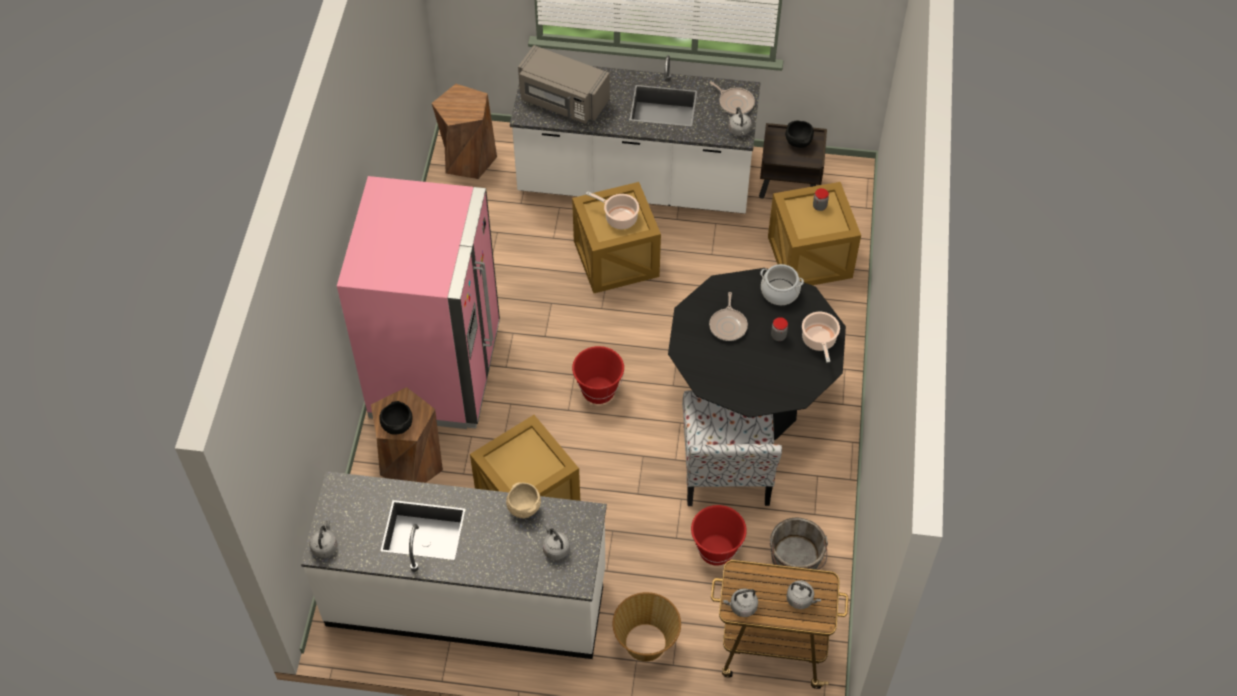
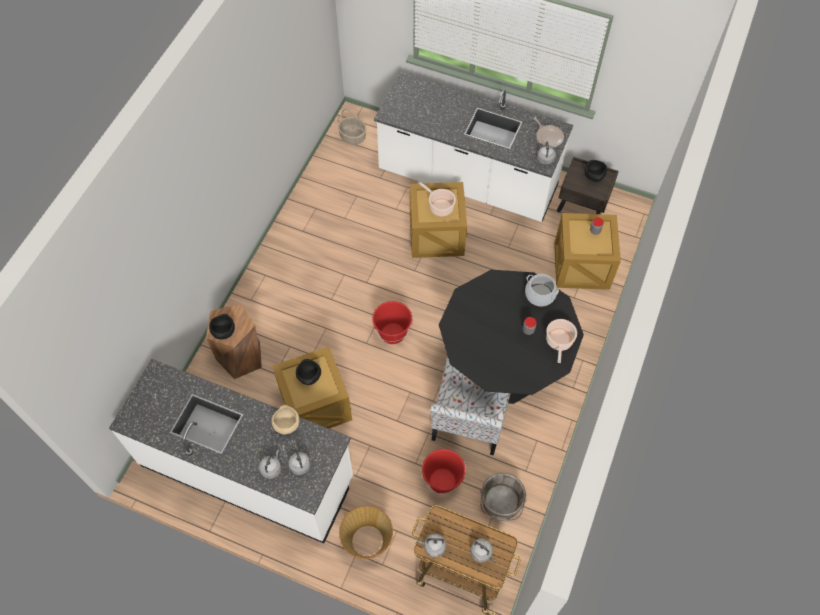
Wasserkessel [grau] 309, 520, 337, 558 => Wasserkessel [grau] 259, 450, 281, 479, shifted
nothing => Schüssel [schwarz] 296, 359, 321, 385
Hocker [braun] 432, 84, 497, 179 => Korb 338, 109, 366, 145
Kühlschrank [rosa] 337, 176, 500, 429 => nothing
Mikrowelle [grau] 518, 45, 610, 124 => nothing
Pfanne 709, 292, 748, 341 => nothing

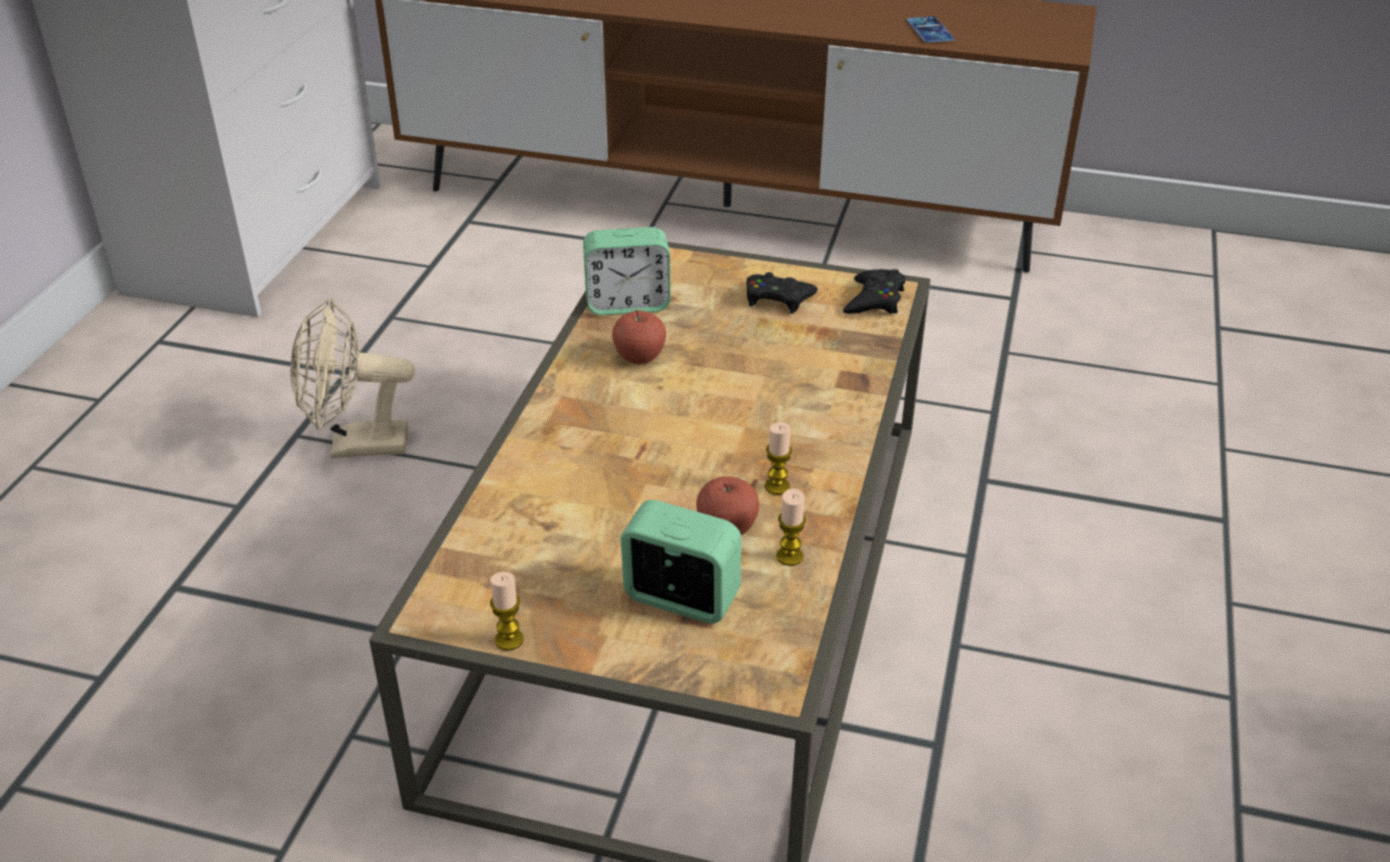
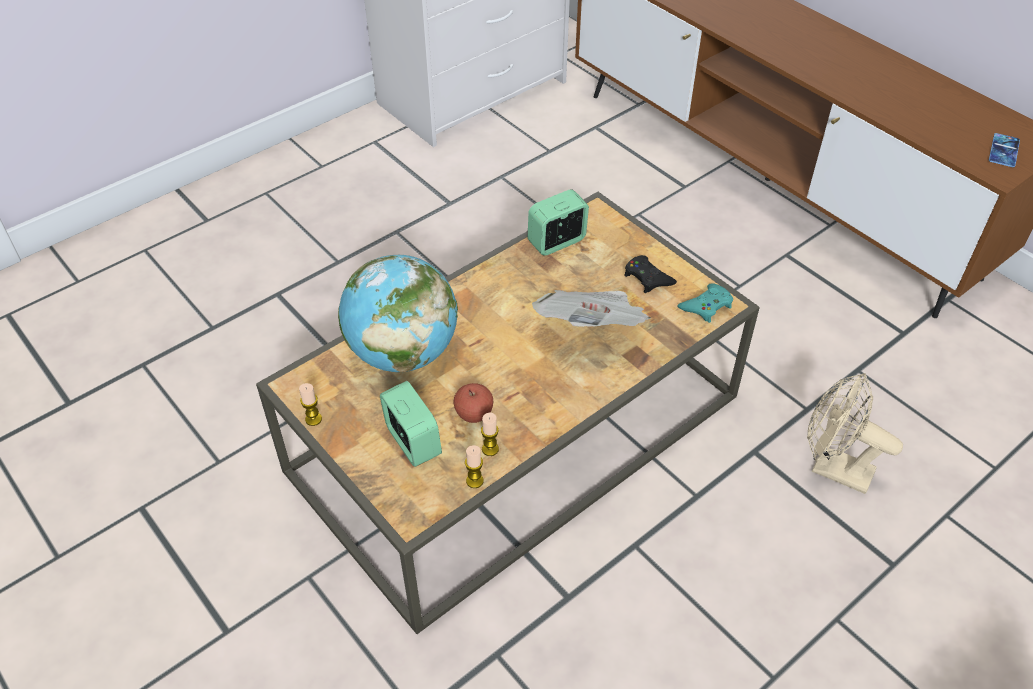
nothing => Globus 338, 255, 458, 372
Kerze 765, 422, 792, 495 => Kerze 465, 445, 484, 488, shifted
Wecker 583, 227, 671, 315 => Wecker 528, 189, 589, 256, 120 degrees clockwise
nothing => Zeitung 532, 290, 651, 327
Gamepad [schwarz] 843, 269, 906, 314 => Gamepad [türkis] 677, 283, 733, 323
Ventilator [beige] 290, 297, 415, 458 => Ventilator [beige] 807, 373, 903, 494, shifted
Handy 907, 16, 954, 43 => Handy 989, 133, 1020, 167, shifted
Apfel 612, 310, 666, 364 => nothing

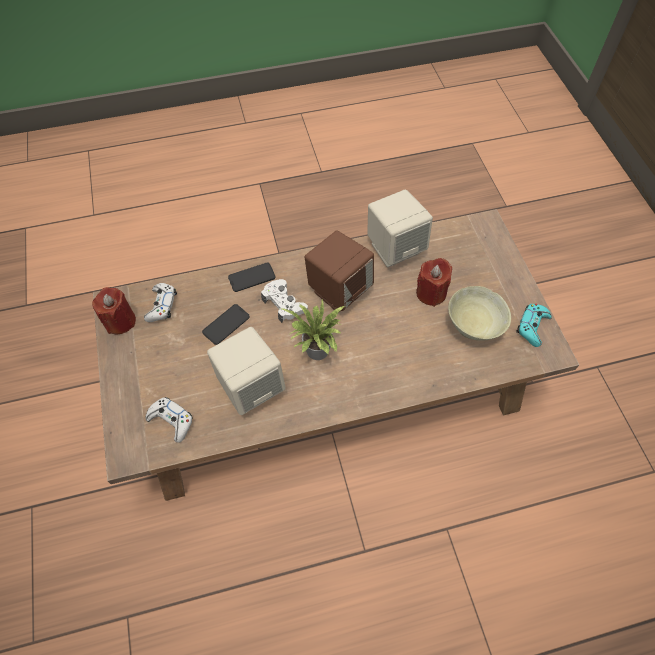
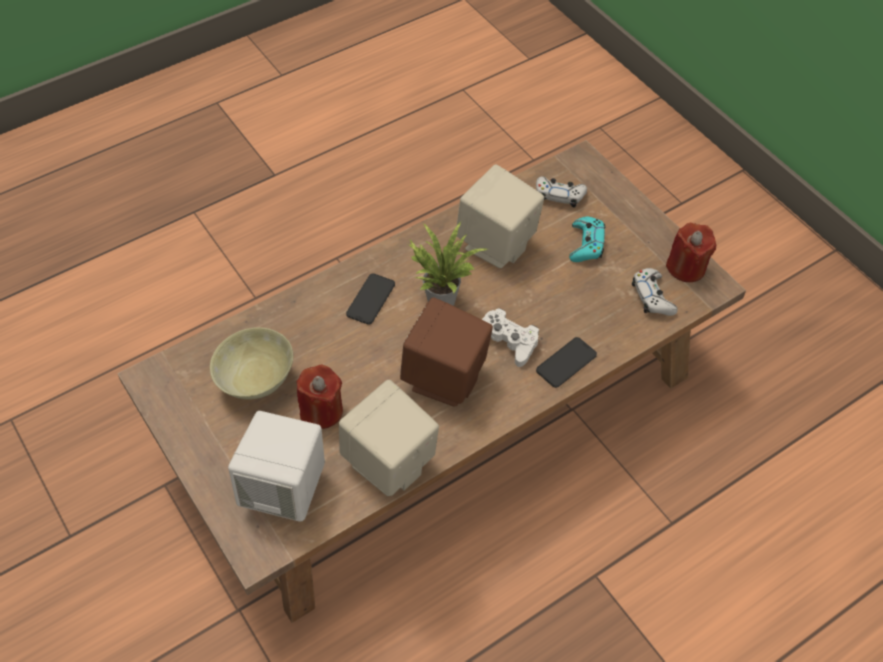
nothing => Lautsprecher [weiß] 228, 411, 325, 522
Handy 202, 304, 250, 345 => Handy 346, 273, 395, 325, shifted
Gamepad [türkis] 516, 304, 552, 347 => Gamepad [türkis] 569, 217, 605, 262, shifted

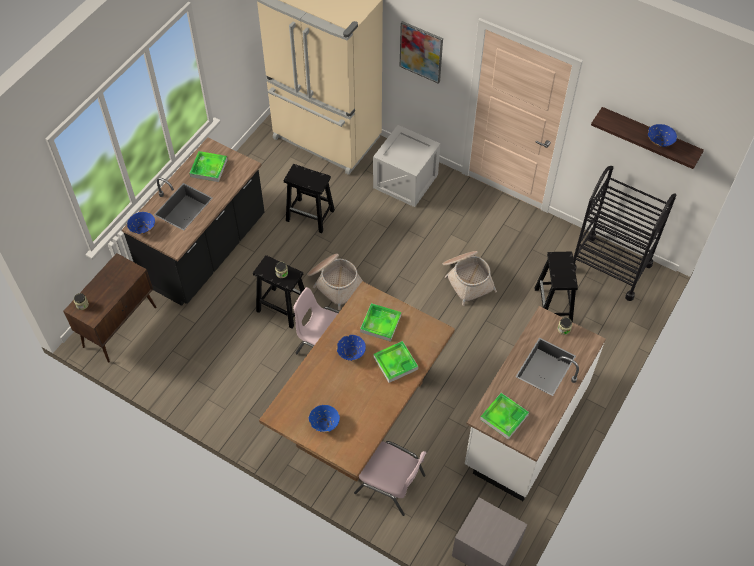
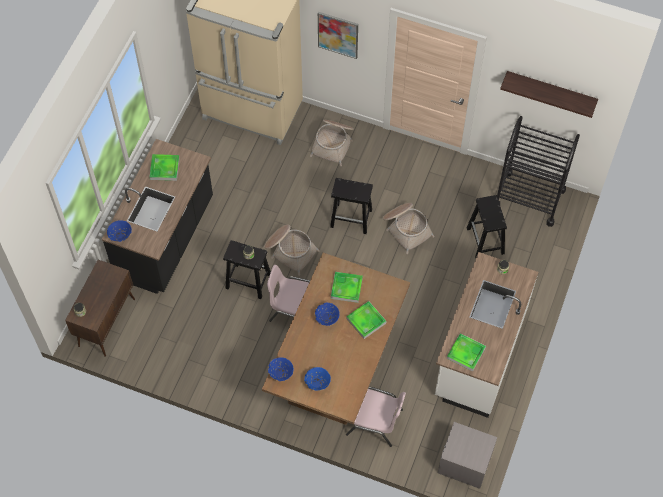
Schüssel [blau] 648, 124, 677, 147 => Schüssel [blau] 268, 357, 294, 381, shifted
Kiste 373, 125, 441, 207 => Korb 310, 120, 354, 166
Hocker [schwarz] 284, 164, 335, 233 => Hocker [schwarz] 330, 178, 373, 234, shifted

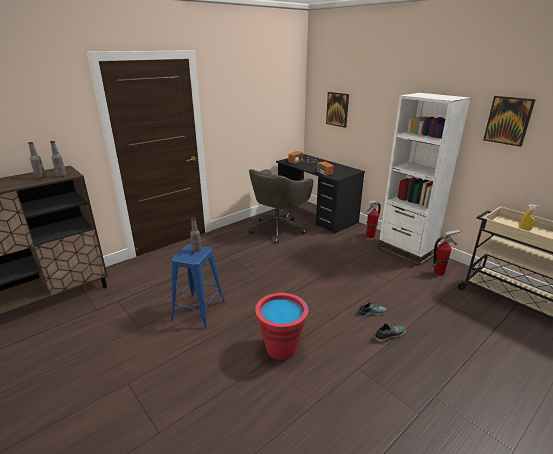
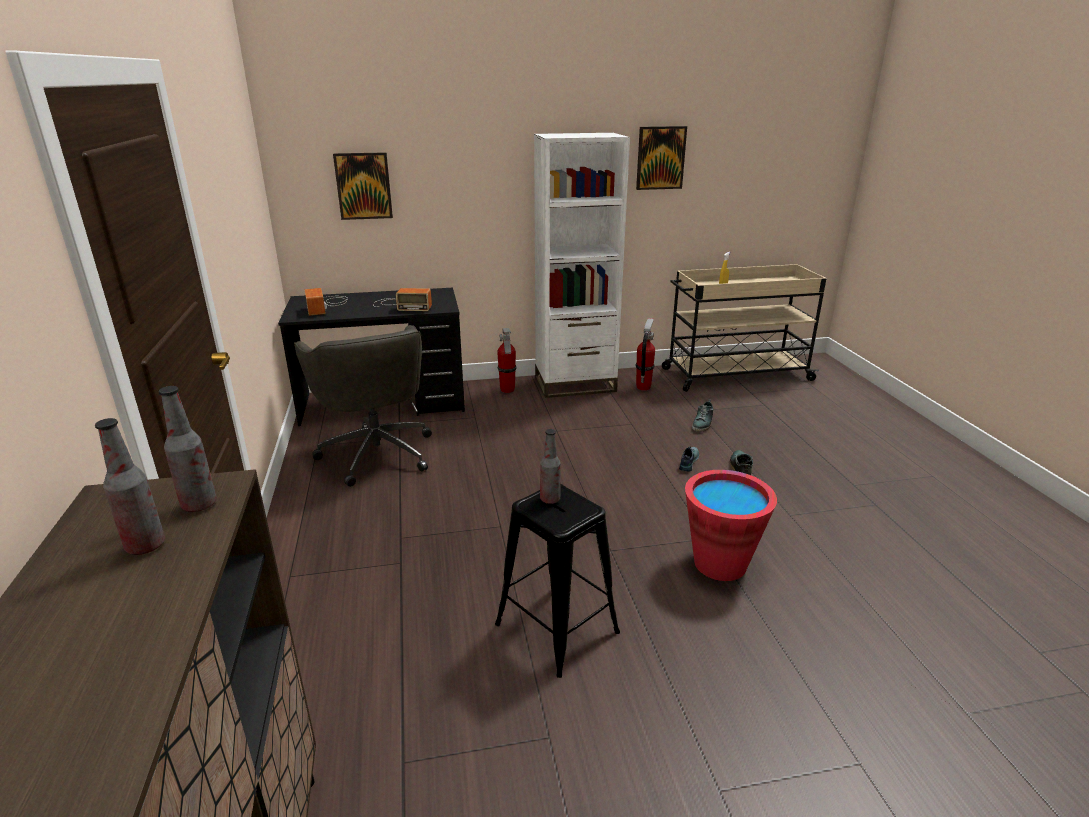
Hocker [blau] 171, 244, 225, 329 => Hocker [schwarz] 495, 484, 620, 678
nothing => Schuh 692, 399, 713, 432

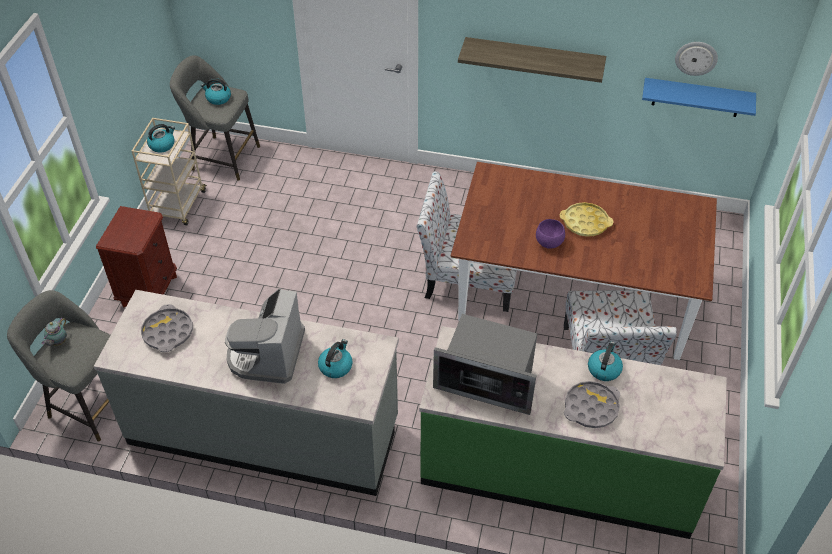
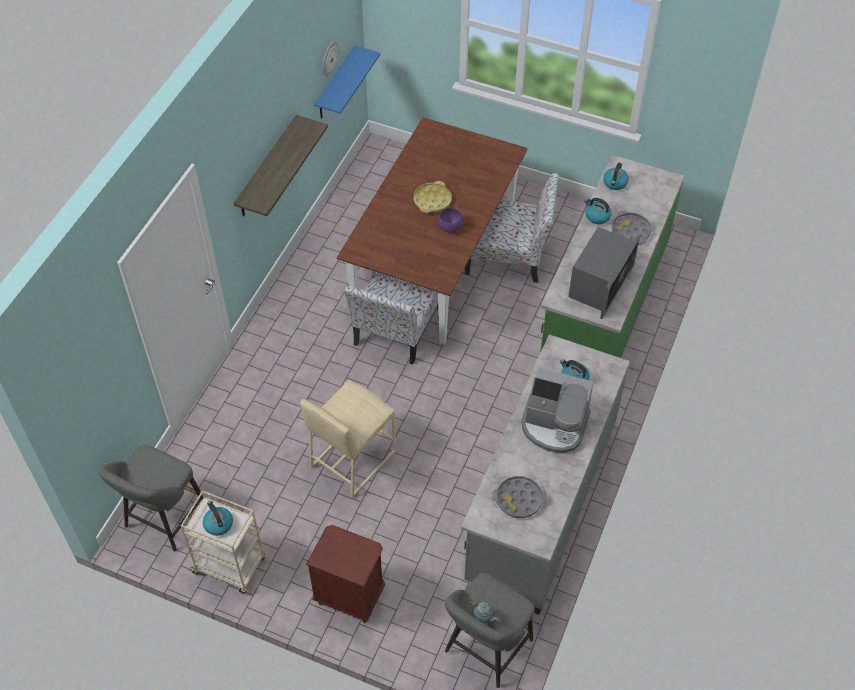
nothing => Hocker [beige] 300, 380, 396, 498
Wasserkessel 201, 78, 231, 105 => Wasserkessel 603, 163, 629, 190, shifted

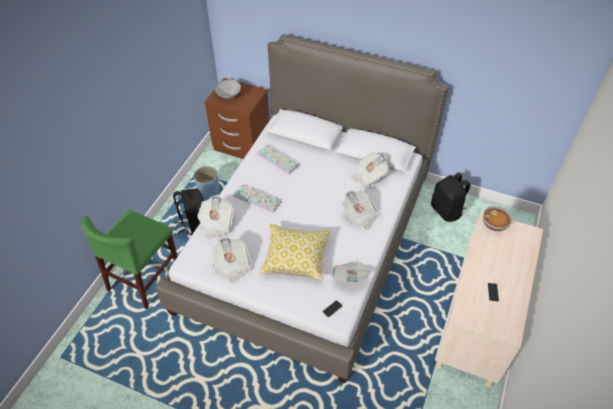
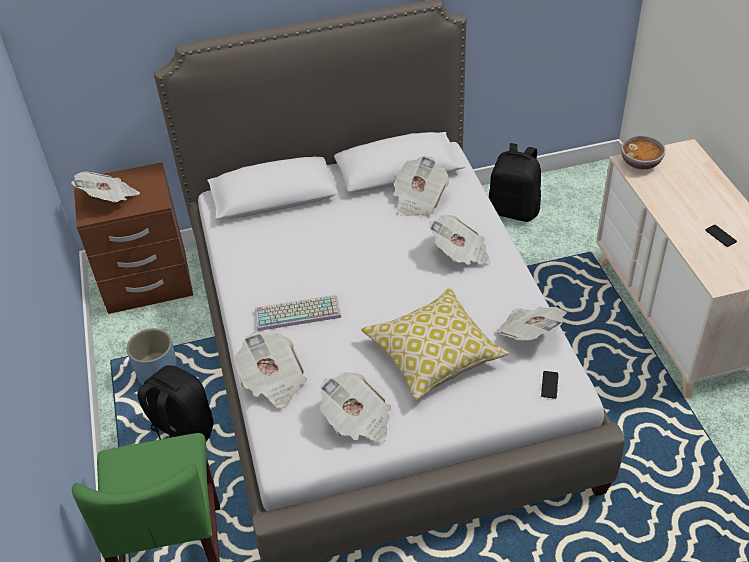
Schüssel [grau] 215, 80, 241, 99 => Zeitung 71, 171, 140, 202
Tastatur 257, 145, 299, 174 => nothing

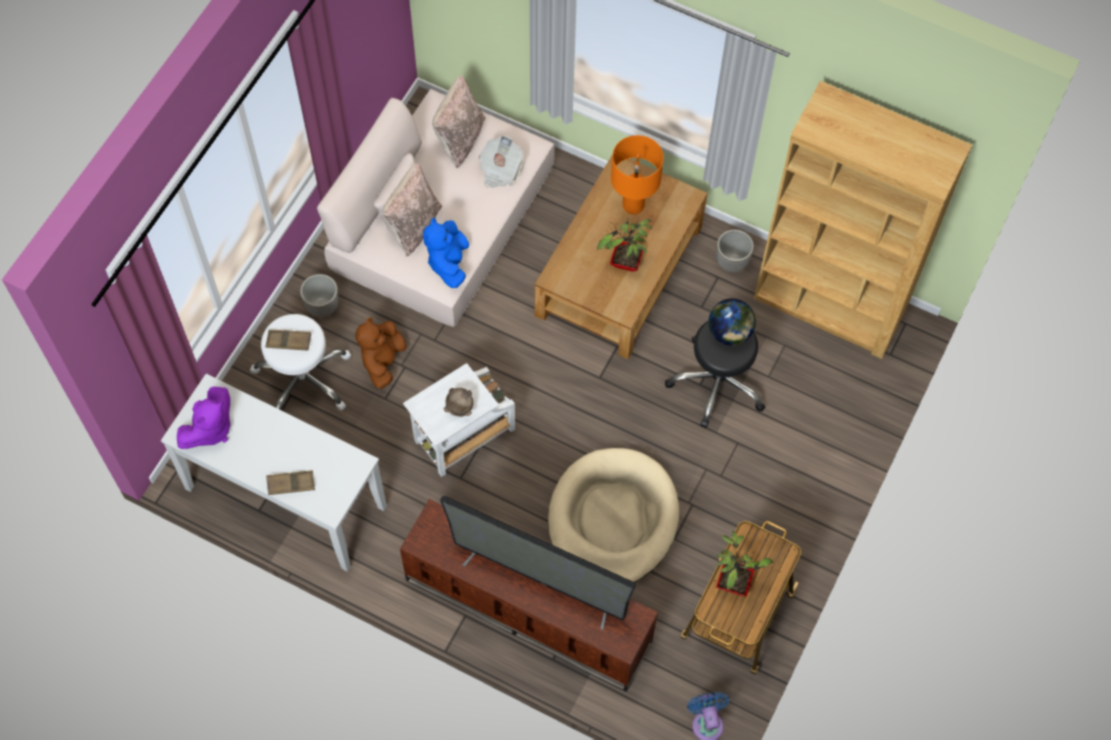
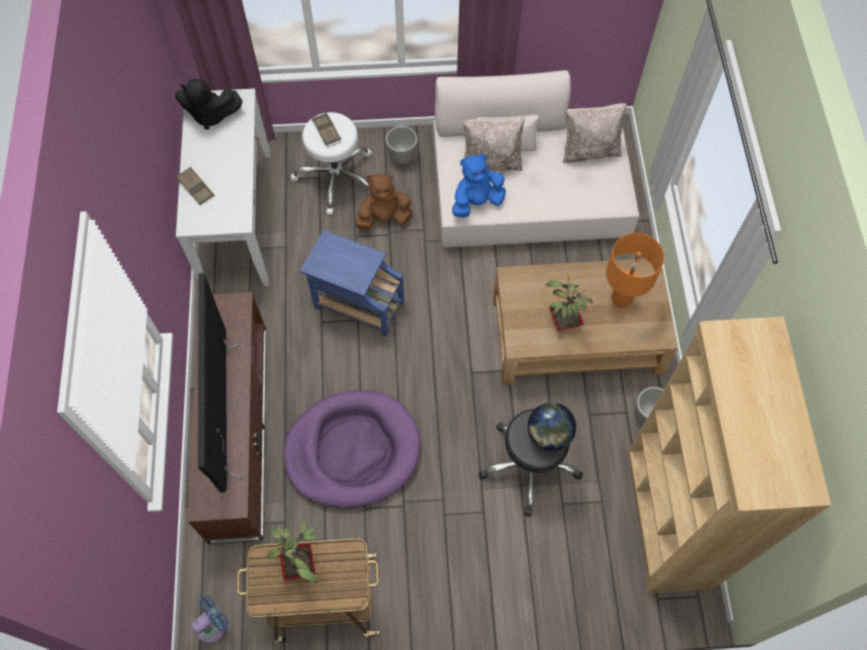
Plüschtier [lila] 177, 386, 230, 449 => Plüschtier [schwarz] 175, 79, 243, 130
Hundebett [beige] 548, 448, 679, 582 => Hundebett [lila] 284, 390, 420, 509
Beistelltisch [weiß] 403, 363, 515, 477 => Beistelltisch [blau] 300, 230, 404, 337
Schüssel [braun] 444, 388, 473, 417 => nothing
Zeitung 479, 135, 524, 188 => nothing

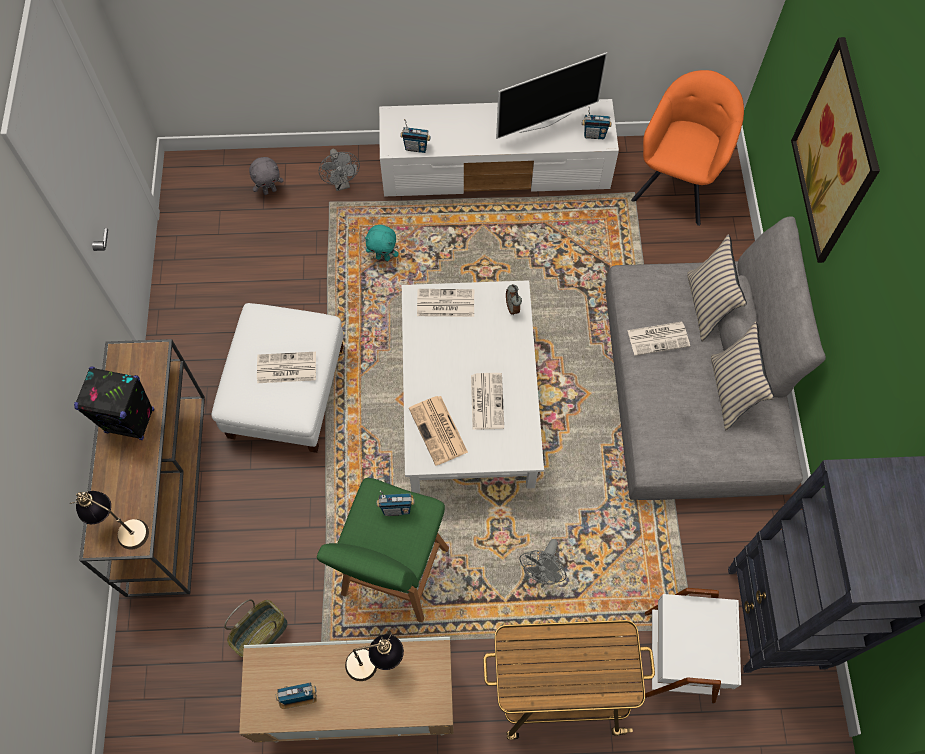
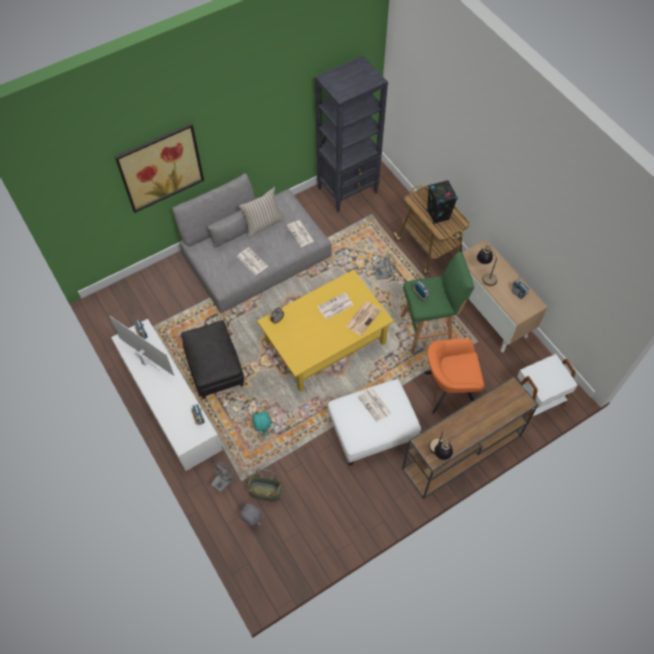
nothing => Polsterhocker [schwarz] 181, 320, 244, 399
Korb 224, 599, 288, 657 => Korb 247, 469, 281, 502, shifted
Couchtisch [weiß] 402, 280, 544, 493 => Couchtisch [gelb] 257, 269, 394, 392
Zeitung 417, 289, 474, 317 => Zeitung 287, 220, 314, 247, shifted
Sessel [orange] 631, 70, 744, 226 => Sessel [orange] 424, 338, 484, 414, shifted
Lautsprecher [schwarz] 74, 366, 154, 440 => Lautsprecher [schwarz] 427, 180, 458, 224, shifted
Tischlampe 70, 491, 149, 550 => Tischlampe 429, 430, 453, 460, shifted
Beistelltisch [weiß] 645, 588, 741, 704 => Beistelltisch [weiß] 517, 354, 578, 425, shifted
Kissen [beige] 687, 234, 747, 342 => nothing

